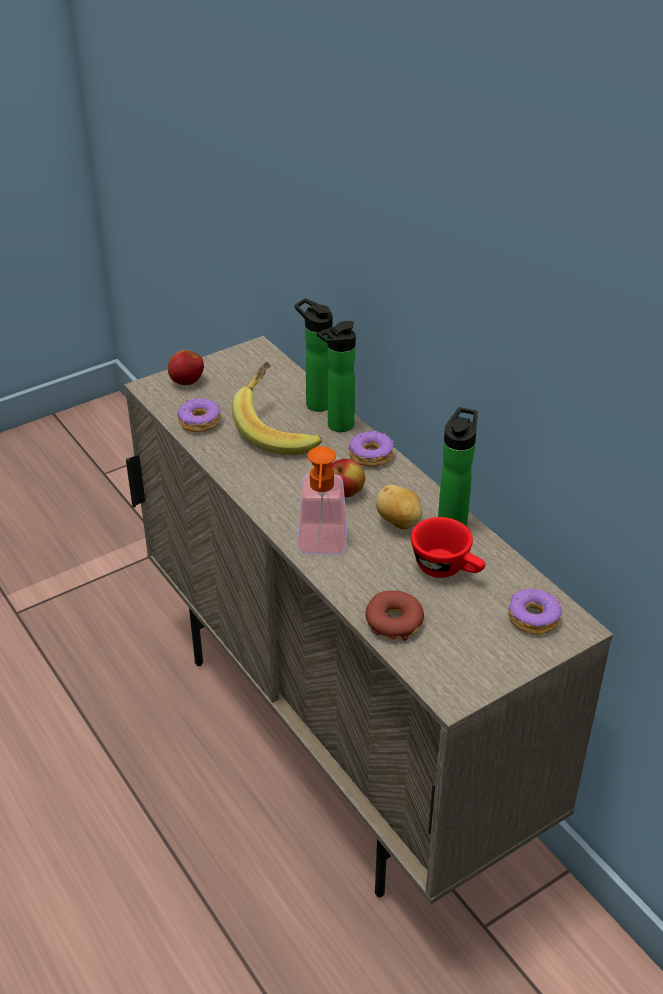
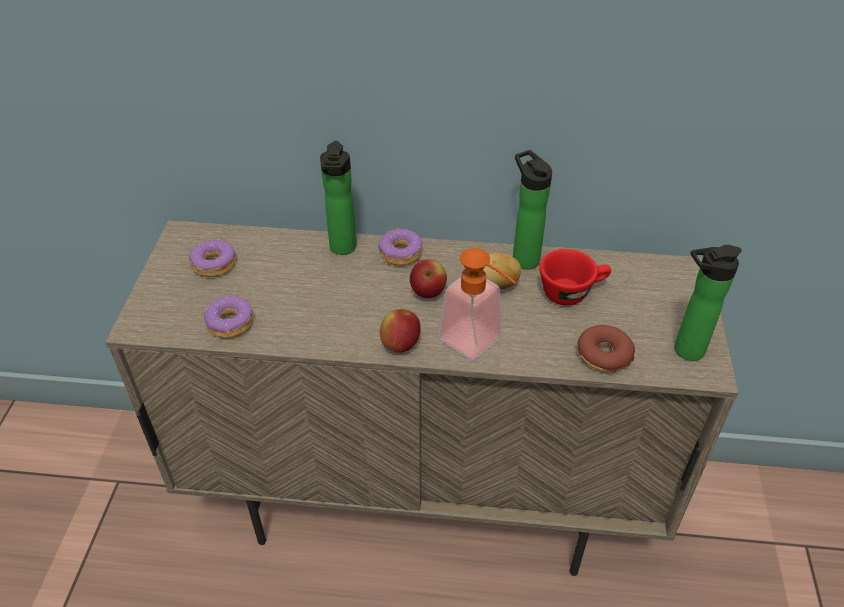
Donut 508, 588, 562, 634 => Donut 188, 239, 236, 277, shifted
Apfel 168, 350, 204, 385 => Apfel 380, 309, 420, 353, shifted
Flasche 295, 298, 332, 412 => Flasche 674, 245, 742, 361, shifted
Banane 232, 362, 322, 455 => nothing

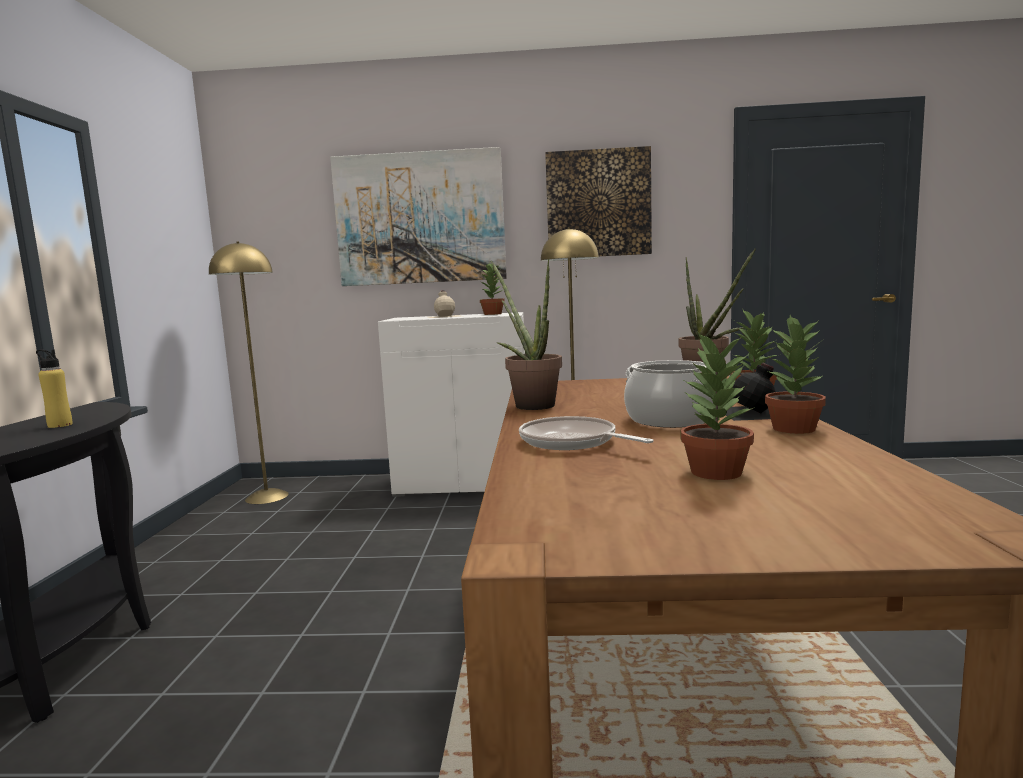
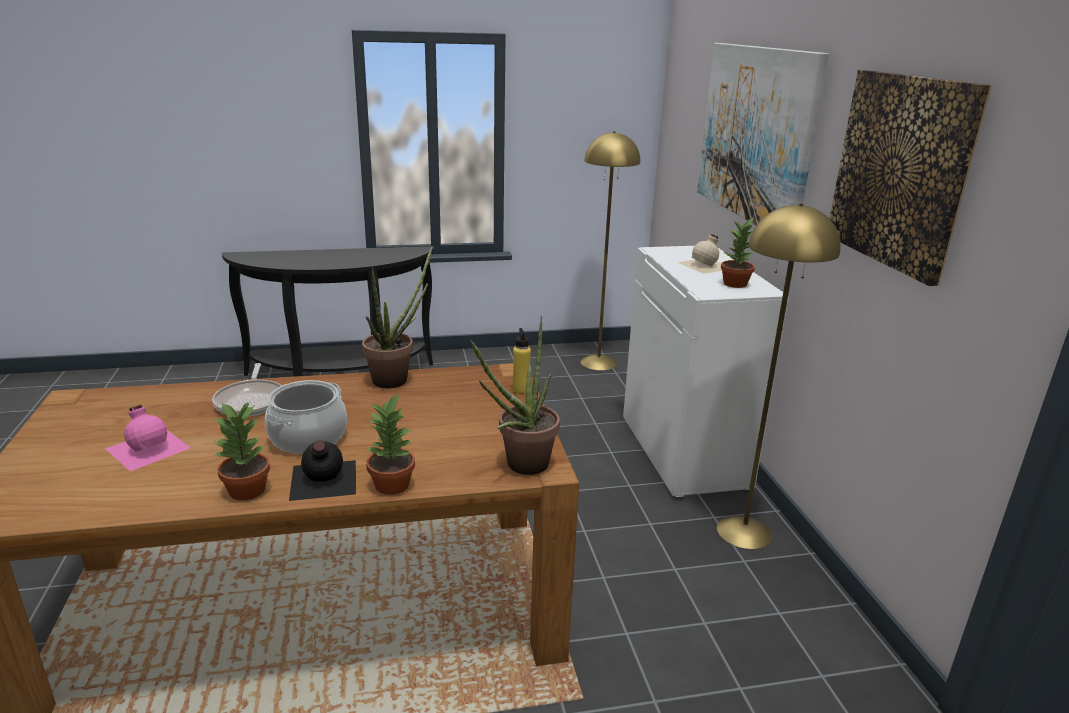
Topfpflanze 681, 331, 755, 480 => Flasche [rosa] 105, 405, 190, 471
Pfanne 519, 416, 653, 450 => Pfanne 212, 363, 282, 416, 135 degrees clockwise
Flasche [gelb] 36, 350, 73, 428 => Flasche [gelb] 512, 328, 531, 394, shifted

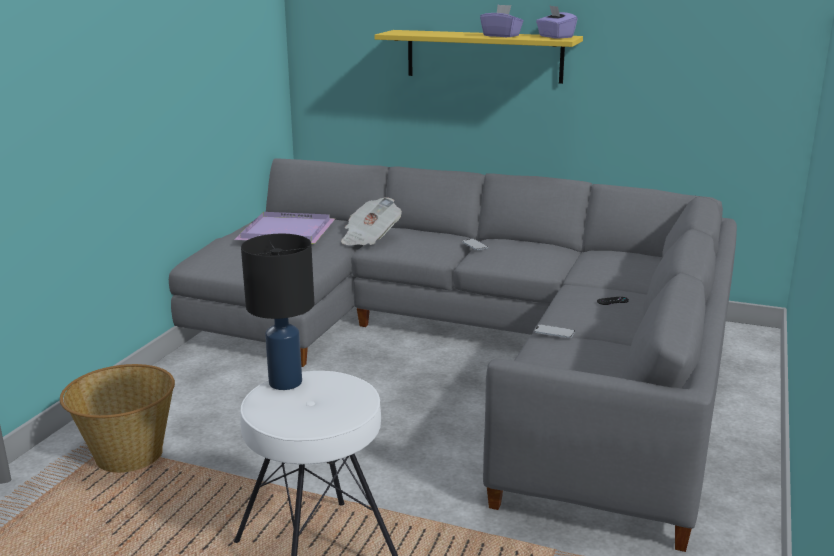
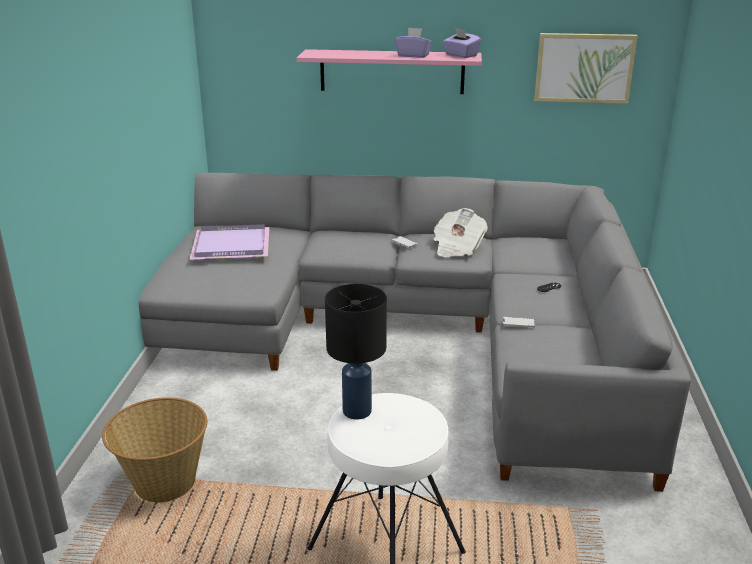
Wandregal [gelb] 375, 30, 583, 84 => Wandregal [rosa] 297, 49, 482, 94
Zeitung 341, 197, 402, 245 => Zeitung 433, 208, 488, 257, shifted
nothing => Bild 534, 33, 638, 104

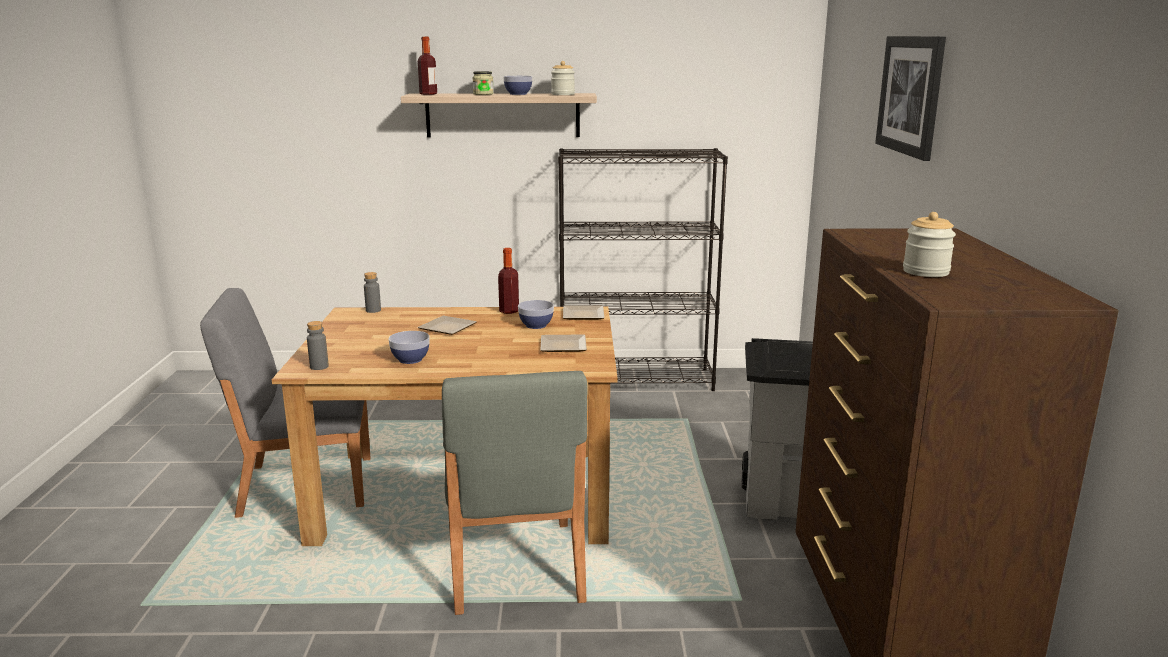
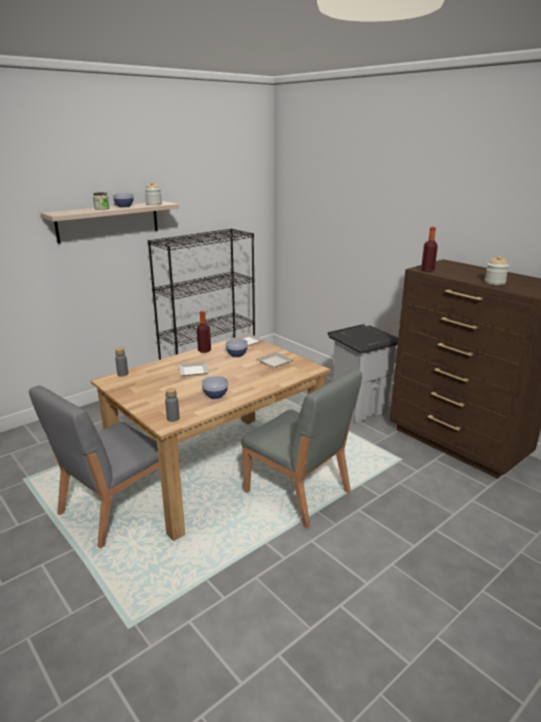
Flasche 418, 37, 437, 95 => Flasche 421, 227, 438, 272, shifted
Bild 875, 36, 946, 161 => nothing

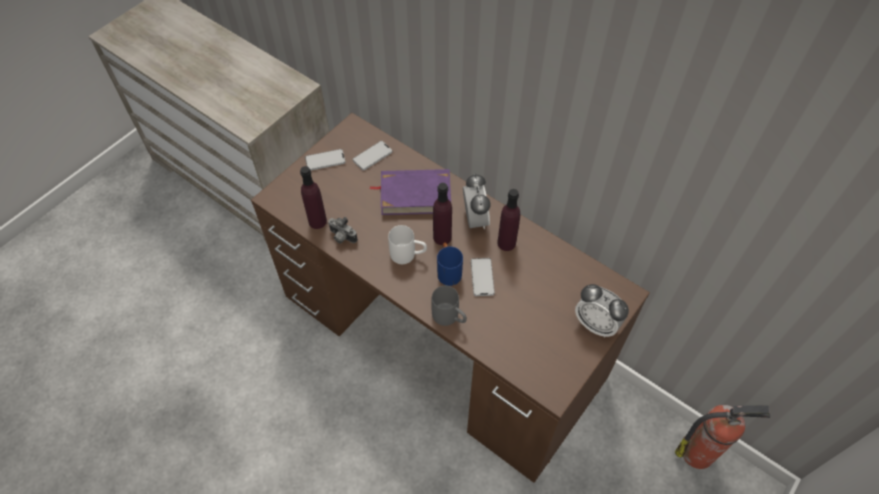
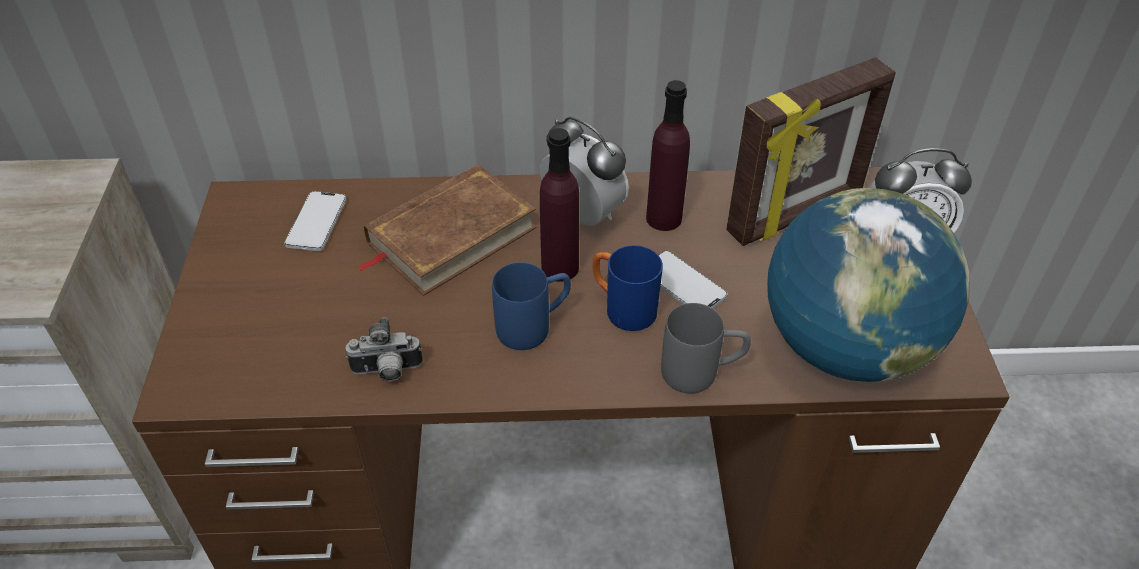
Buch [lila] 369, 169, 451, 215 => Buch [braun] 357, 164, 537, 296
Henkelbecher [weiß] 388, 225, 427, 264 => Henkelbecher [blau] 492, 262, 571, 350
nothing => Bilderrahmen 726, 57, 896, 246
nothing => Globus 767, 188, 970, 382
Flasche [lila] 300, 166, 327, 229 => nothing
Handy 305, 149, 346, 170 => nothing
Feuerlöscher 675, 405, 770, 469 => nothing

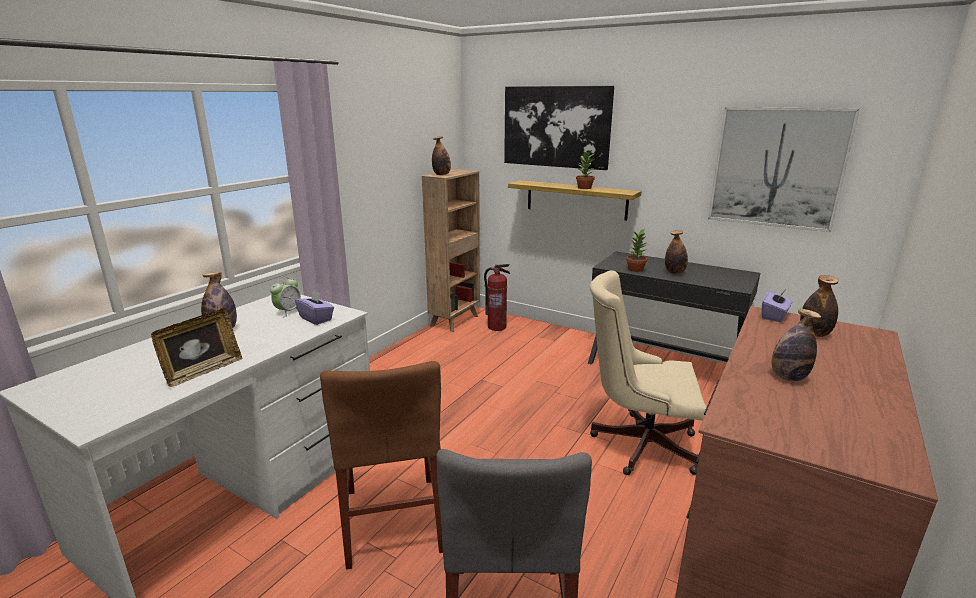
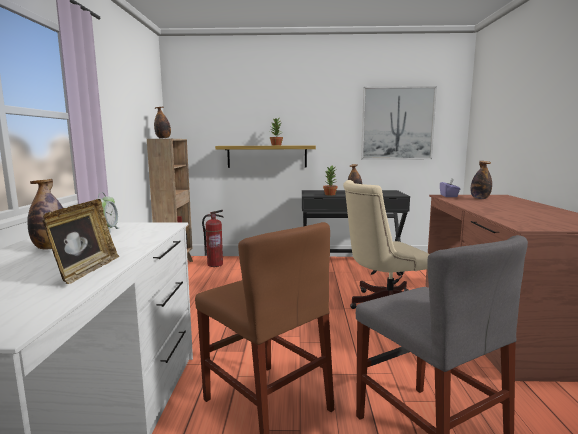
Taschentuchbox [lila] 295, 290, 334, 325 => nothing
Bild 504, 86, 614, 170 => nothing
Flasche 771, 309, 821, 381 => nothing

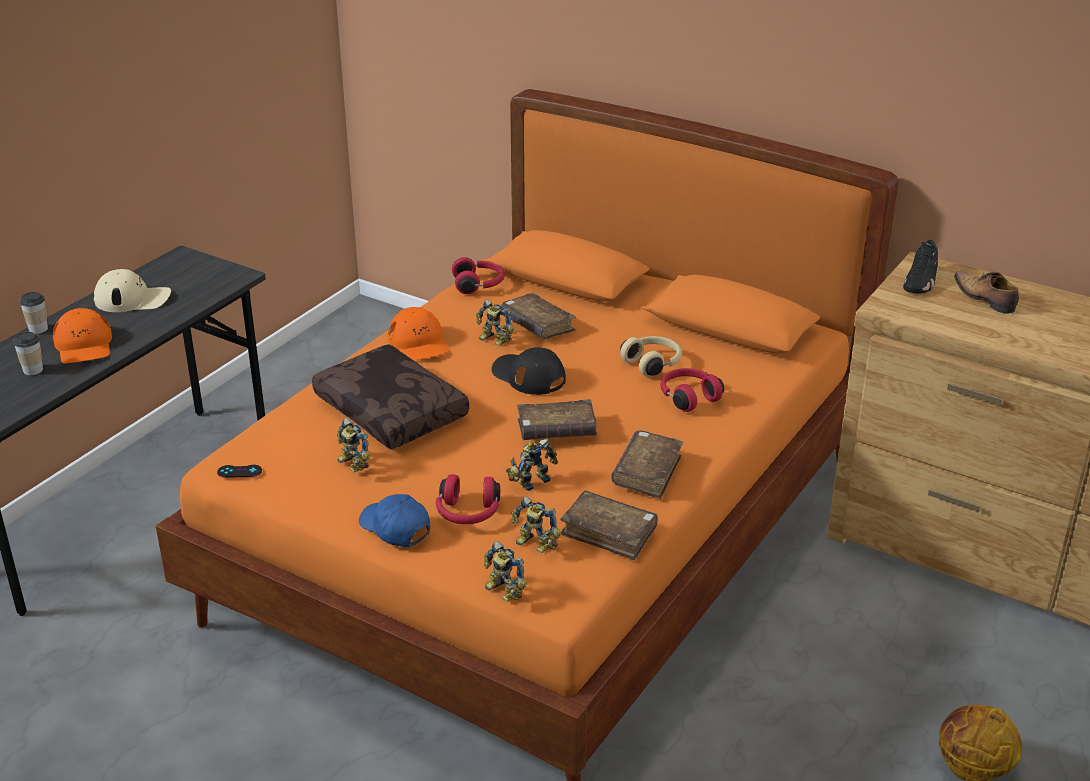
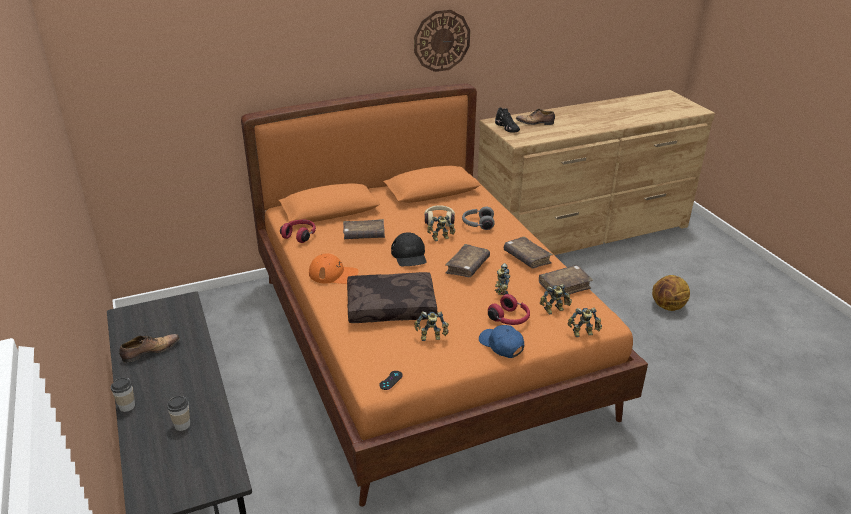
Kappe [beige] 94, 269, 171, 312 => Schuh 119, 334, 180, 363
Kappe [schwarz] 491, 347, 566, 395 => Kappe [schwarz] 391, 232, 427, 266, 90 degrees counterclockwise
nothing => Wanduhr 414, 10, 470, 72
Spielzeugroboter 476, 300, 514, 346 => Spielzeugroboter 427, 215, 455, 241, shifted
Kopfhörer [rot] 660, 368, 724, 412 => Kopfhörer [grau] 462, 207, 495, 230
Kappe [blau] 359, 494, 430, 547 => Kappe [blau] 479, 325, 524, 358, 60 degrees clockwise
Kappe [orange] 53, 308, 112, 364 => nothing

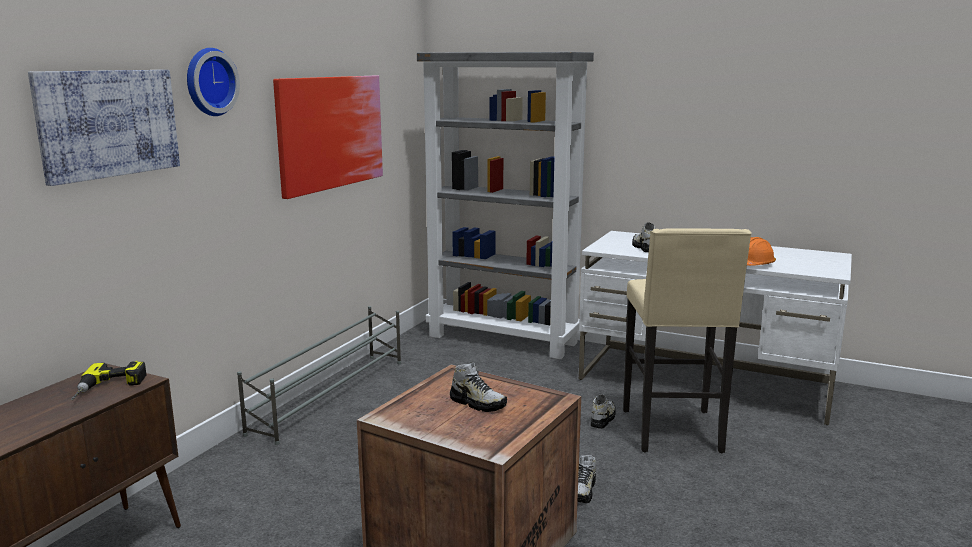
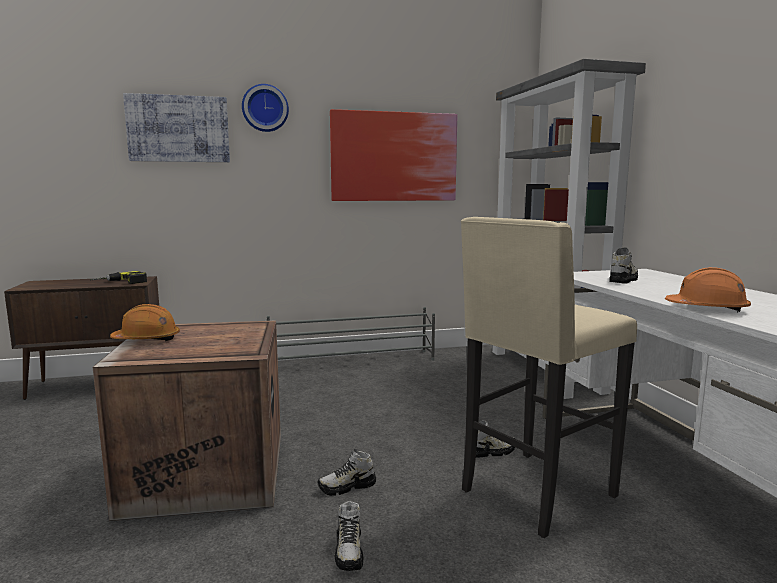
nothing => Schutzhelm [orange] 110, 304, 180, 341
Schuh 450, 362, 507, 412 => Schuh 335, 501, 363, 571, shifted

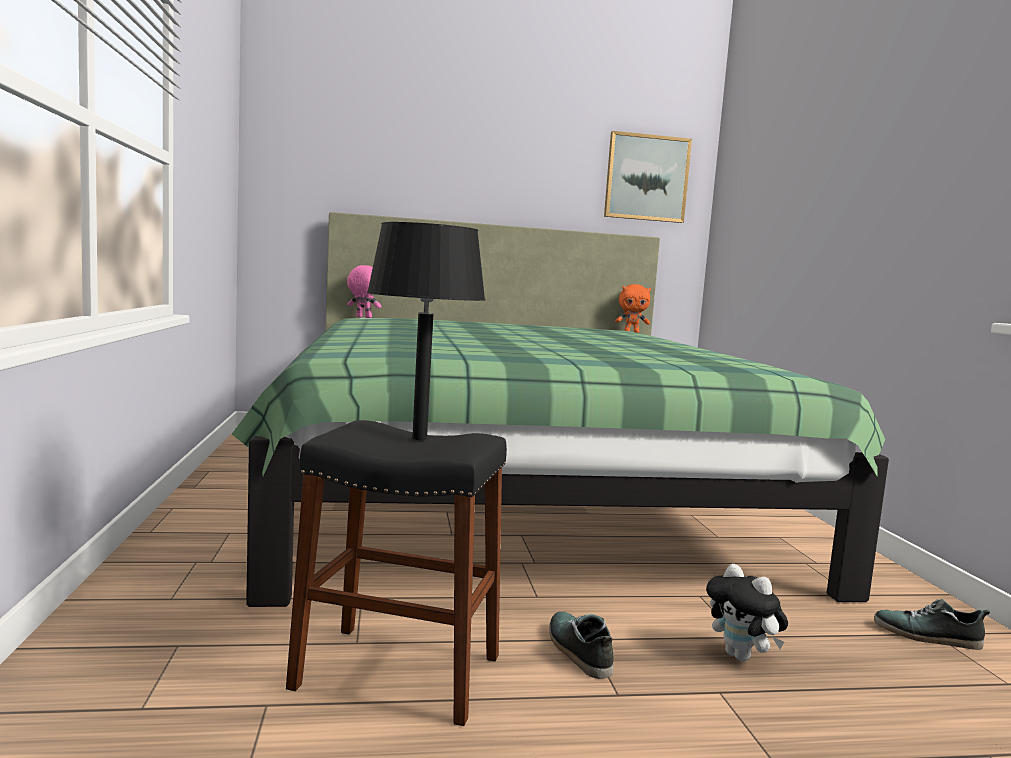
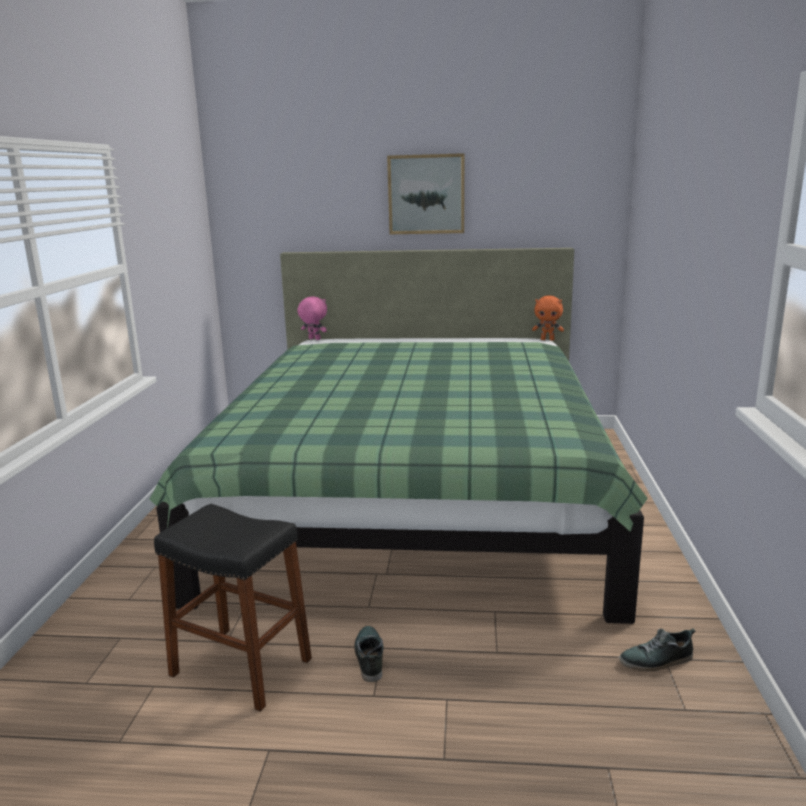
Bild 604, 131, 692, 223 => Bild 387, 153, 464, 234, shifted
Schuh 874, 599, 990, 650 => Schuh 619, 628, 695, 671, 45 degrees counterclockwise
Tischlampe [schwarz] 367, 222, 486, 440 => nothing
Plüschtier 706, 564, 788, 661 => nothing

